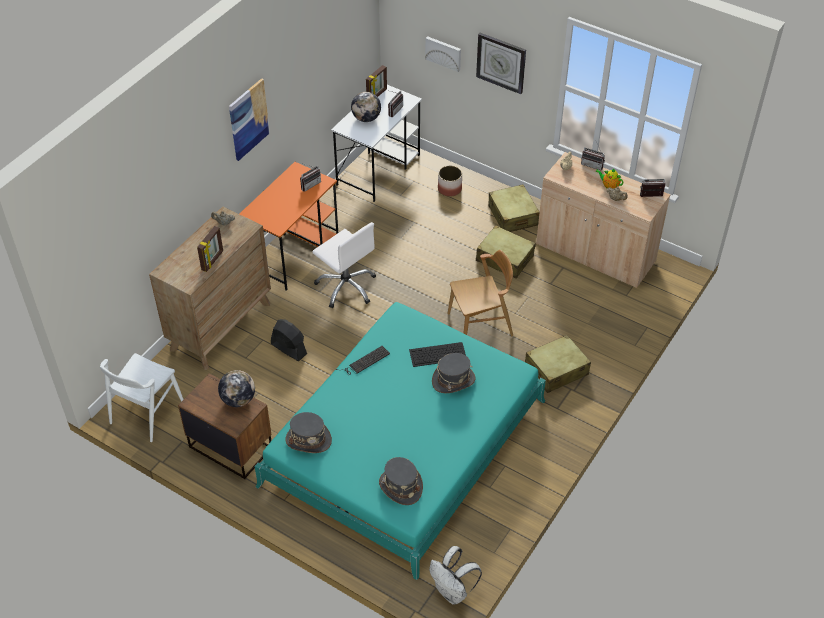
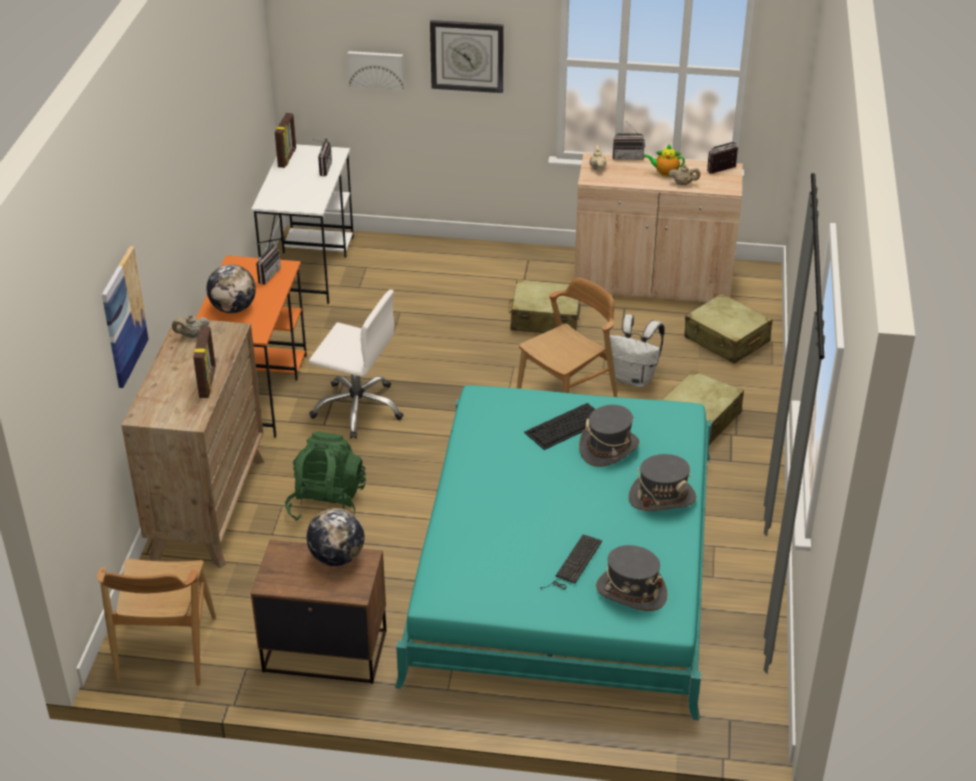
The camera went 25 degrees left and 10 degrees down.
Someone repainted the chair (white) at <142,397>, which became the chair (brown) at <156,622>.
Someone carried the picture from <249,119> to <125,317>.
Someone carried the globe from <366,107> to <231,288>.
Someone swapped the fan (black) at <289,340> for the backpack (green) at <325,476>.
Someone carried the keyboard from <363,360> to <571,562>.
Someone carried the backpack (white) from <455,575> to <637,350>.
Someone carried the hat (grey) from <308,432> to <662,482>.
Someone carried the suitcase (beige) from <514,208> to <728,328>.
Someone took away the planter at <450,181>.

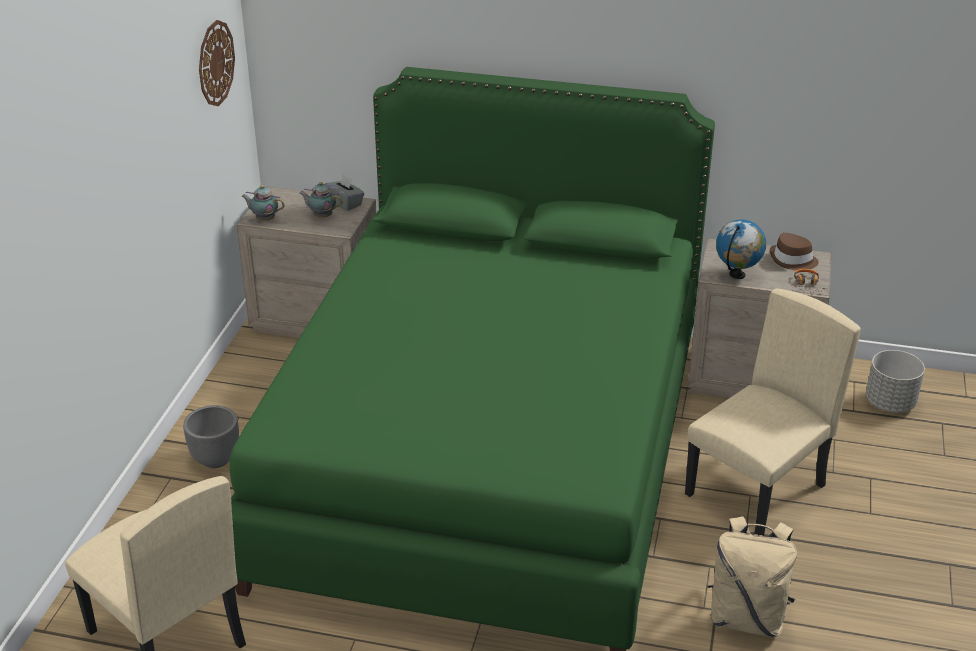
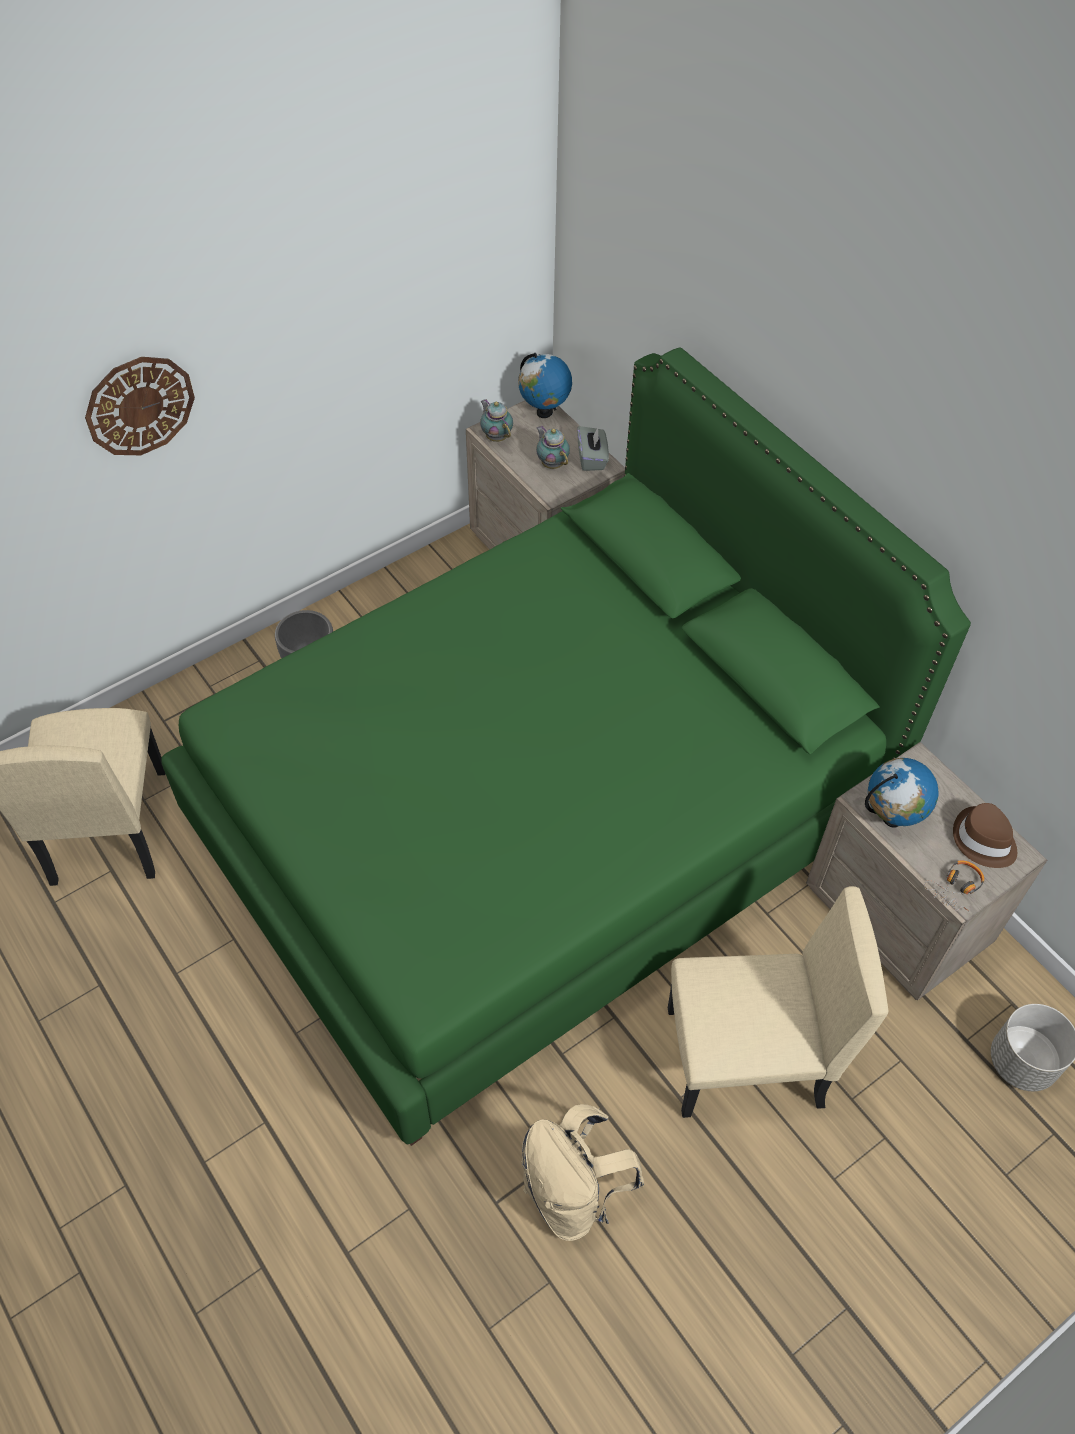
The camera went 40 degrees right and 20 degrees up.
Someone carried the wall clock from <217,63> to <140,406>.
Someone put down the globe at <545,385>.

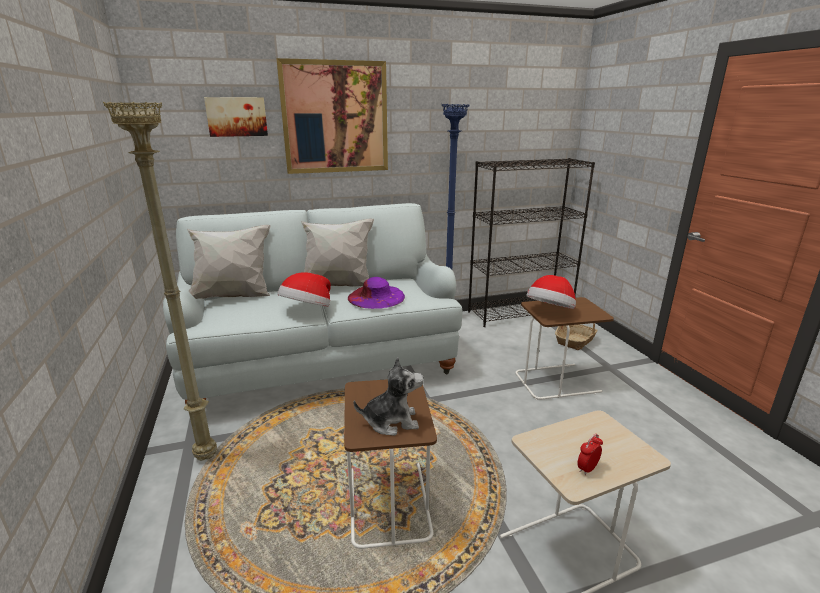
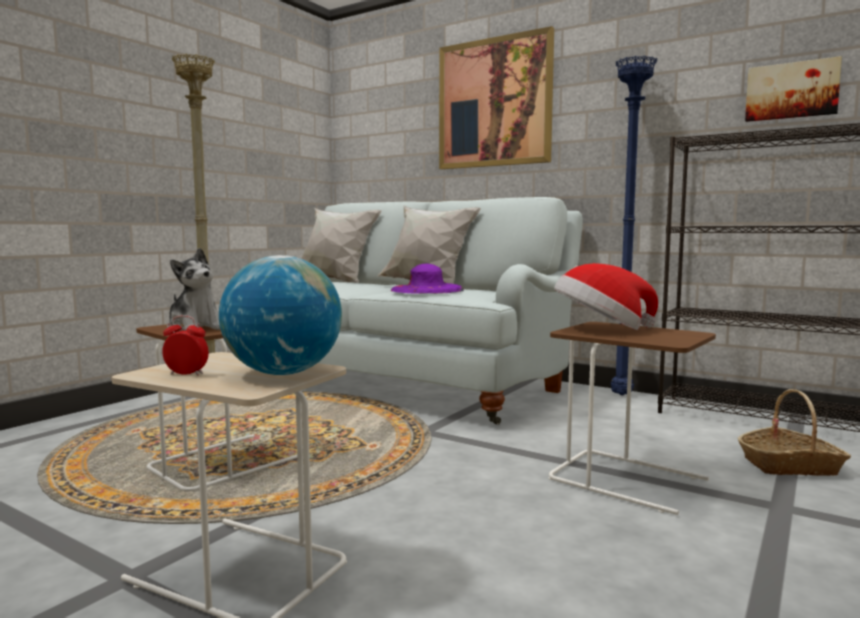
The camera went 50 degrees right and 15 degrees down.
Someone put down the globe at <280,315>.
Someone carried the picture from <236,117> to <793,89>.
Someone took away the hat at <304,289>.

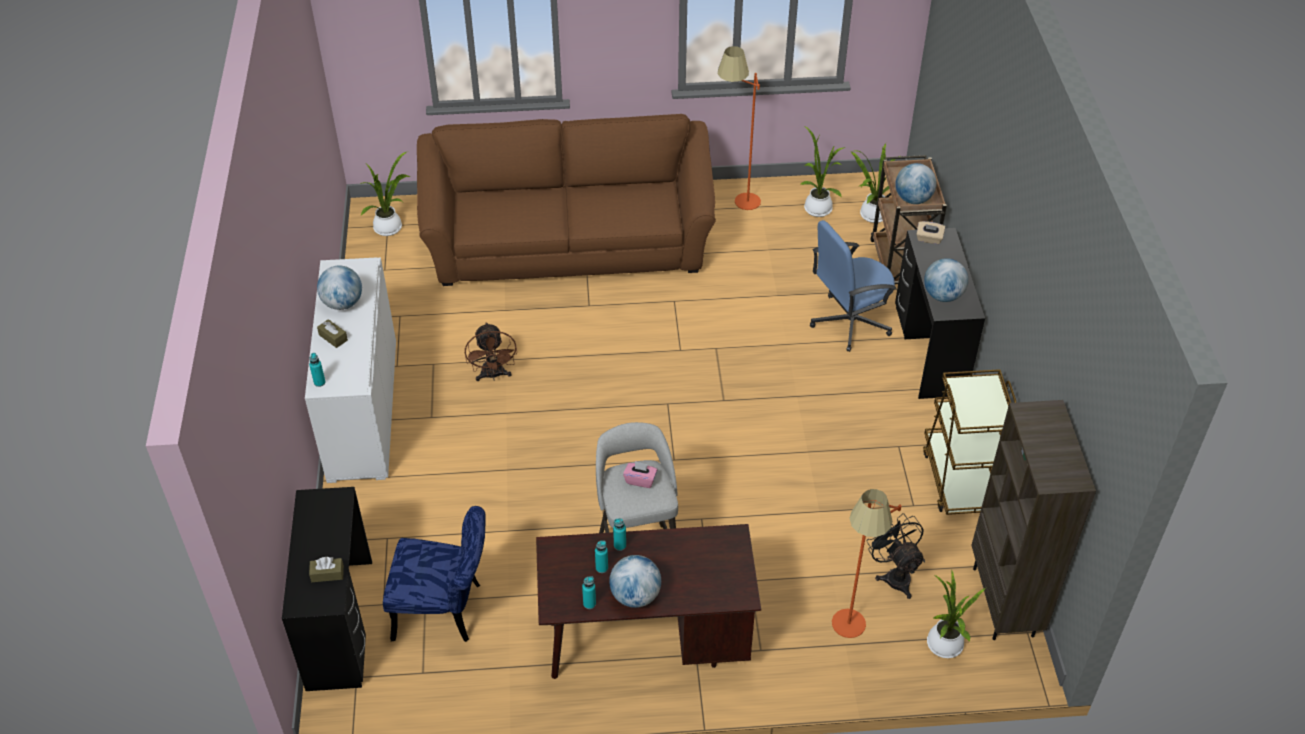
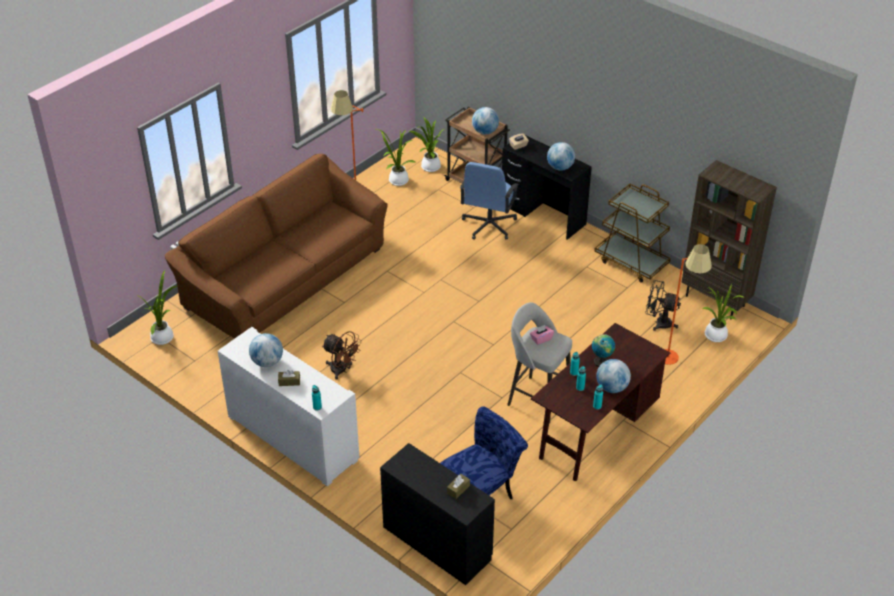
The camera went 45 degrees left and 5 degrees down.
Someone put down the globe at <603,350>.

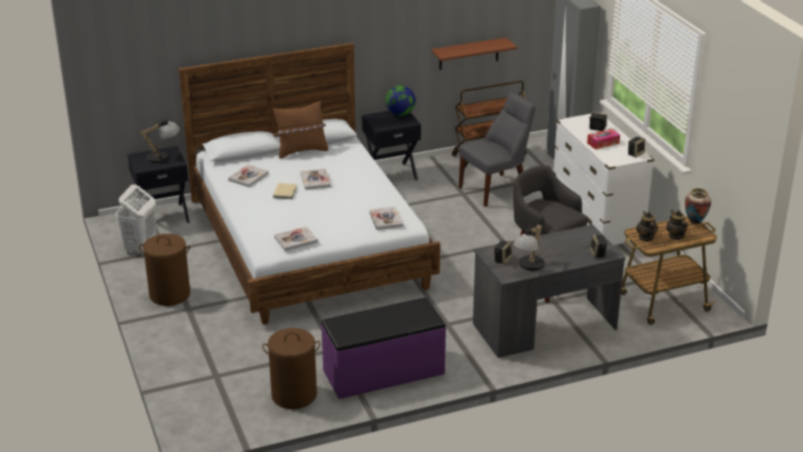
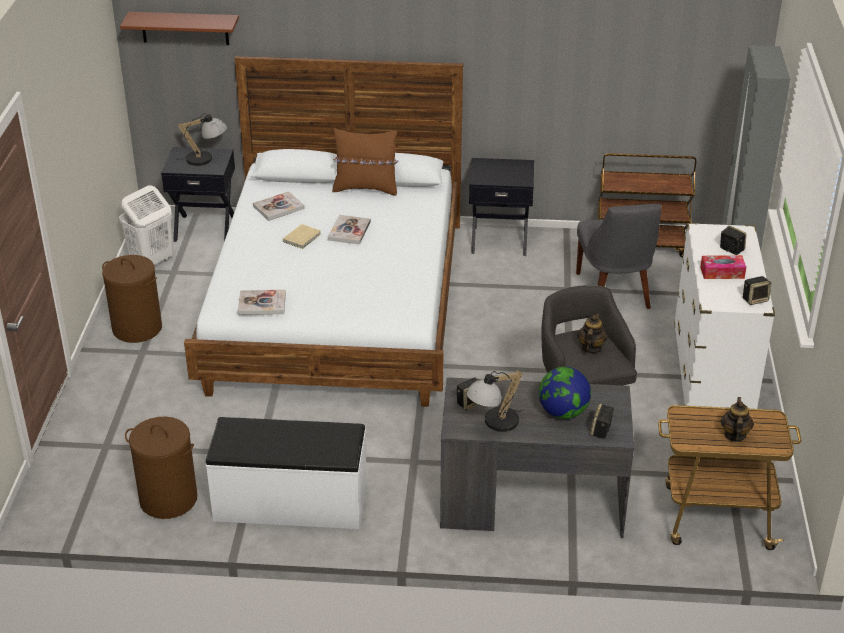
The camera went 25 degrees right and 5 degrees up.
Someone carried the shelf (brown) from <474,54> to <179,28>.
Someone repainted the bench (purple) at <383,348>, which became the bench (white) at <286,473>.
Someone carried the globe from <400,100> to <565,393>.
Someone rotated the chair (grey) at <497,150> by 90 degrees clockwise.
Someone carried the teapot from <647,226> to <593,333>.
Someone took away the book at <386,218>.
Someone took away the vase at <698,206>.

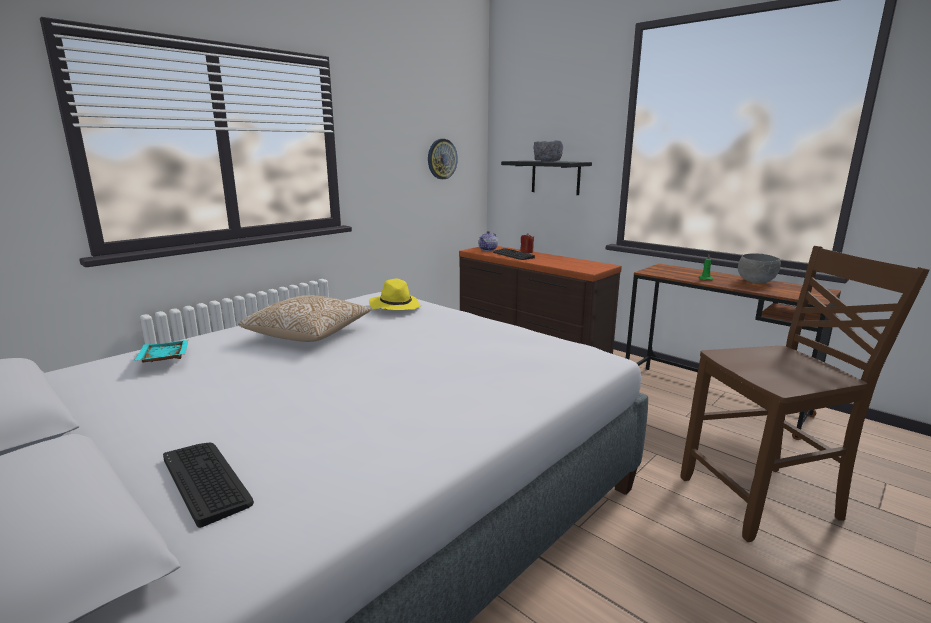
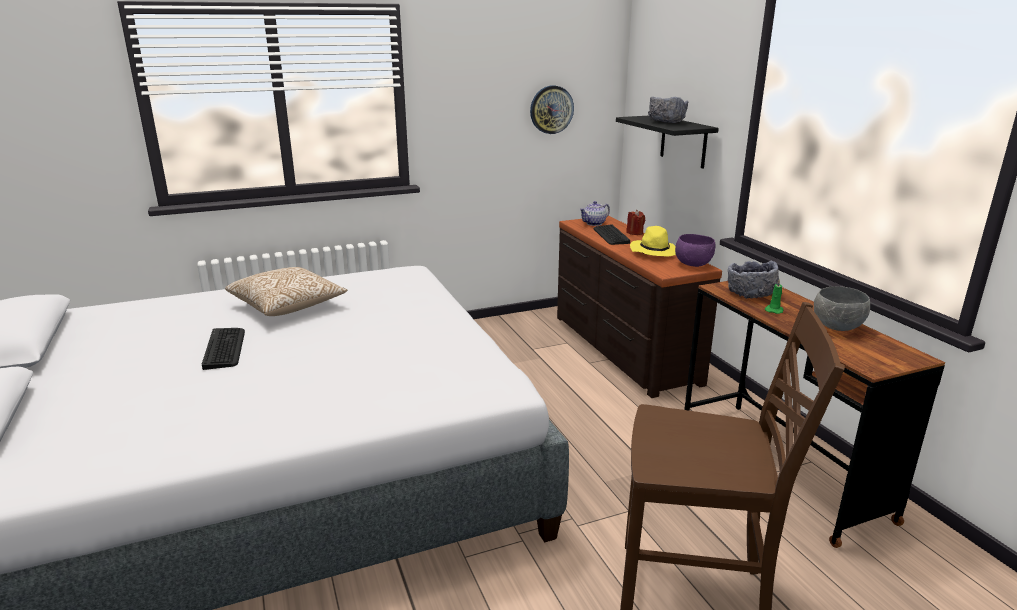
The camera went 25 degrees right and 5 degrees up.
Someone carried the keyboard from <208,485> to <223,349>.
Someone carried the hat (yellow) from <395,294> to <653,241>.
Someone put down the bowl (purple) at <695,250>.
Someone put down the bowl (grey) at <753,280>.
Someone took away the tray (turquoise) at <161,351>.

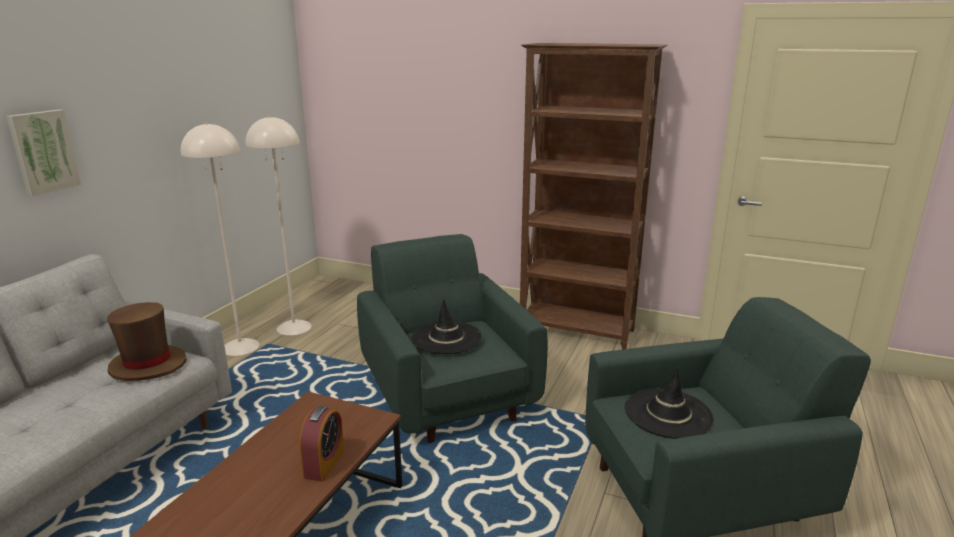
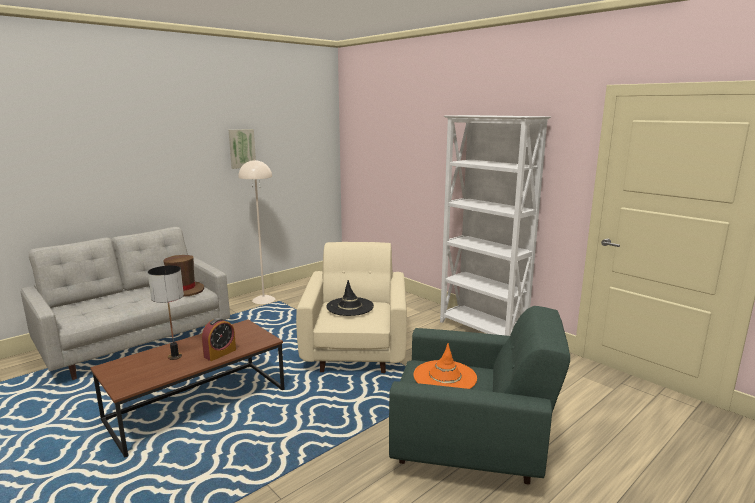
The camera went 25 degrees right and 5 degrees down.
Someone put down the table lamp at <166,312>.
Someone carried the picture from <43,152> to <242,149>.
Someone repainted the armchair (green) at <452,338>, which became the armchair (beige) at <351,307>.
Someone repainted the hat (black) at <669,404>, which became the hat (orange) at <445,366>.
Someone repainted the bookcase (brown) at <593,196>, which became the bookcase (white) at <495,225>.
Someone took away the floor lamp (beige) at <279,225>.

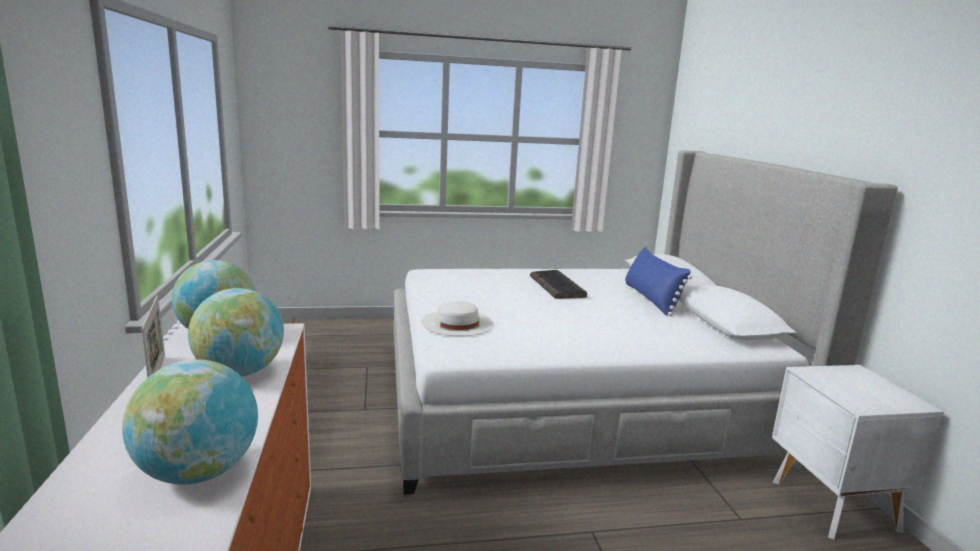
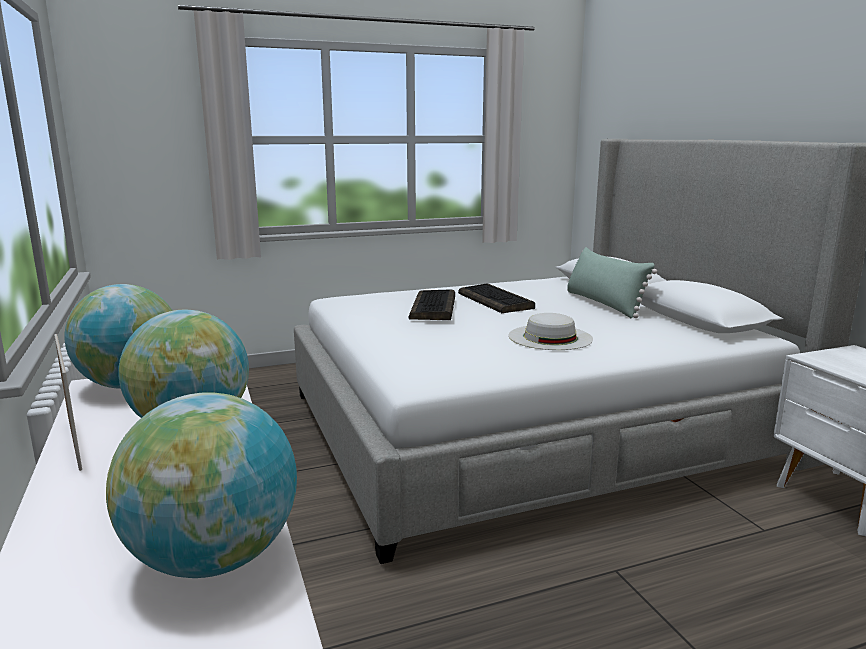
The camera went 10 degrees left and 0 degrees up.
Someone put down the keyboard at <431,304>.
Someone carried the hat (white) from <457,318> to <550,331>.
Someone repainted the pillow (blue) at <658,281>, which became the pillow (green) at <612,283>.

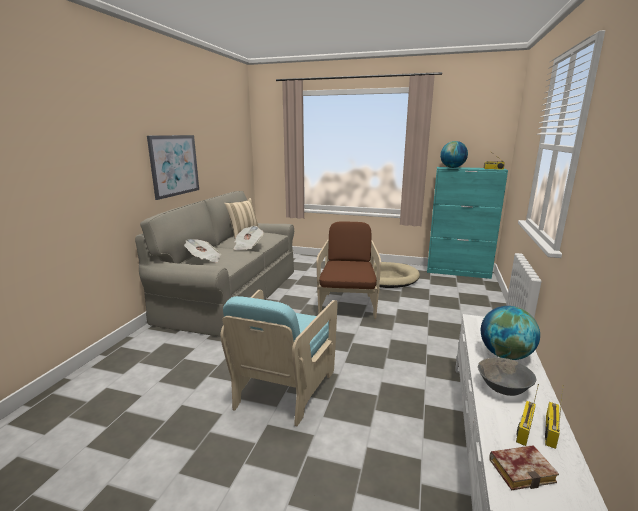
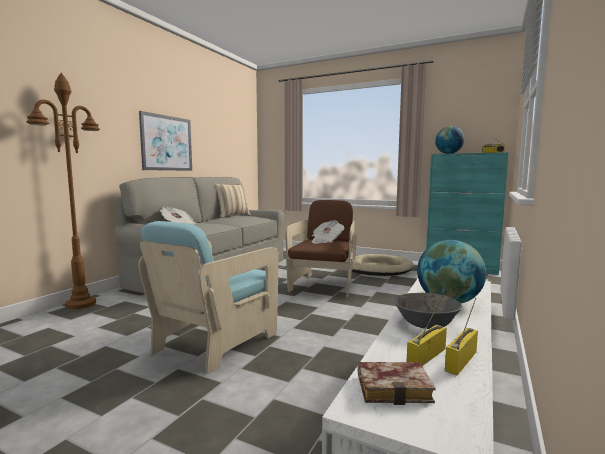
The camera went 10 degrees right and 10 degrees down.
Someone put down the floor lamp (brown) at <63,191>.
Someone carried the newspaper from <248,238> to <328,232>.

